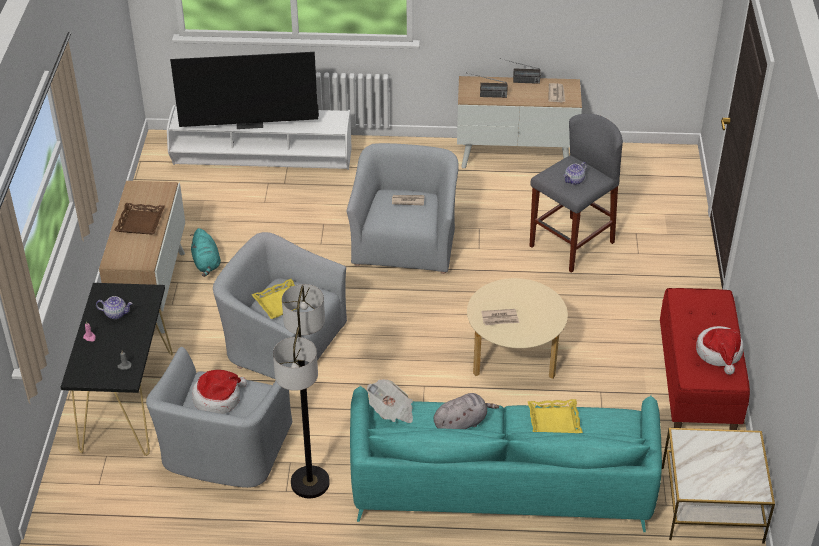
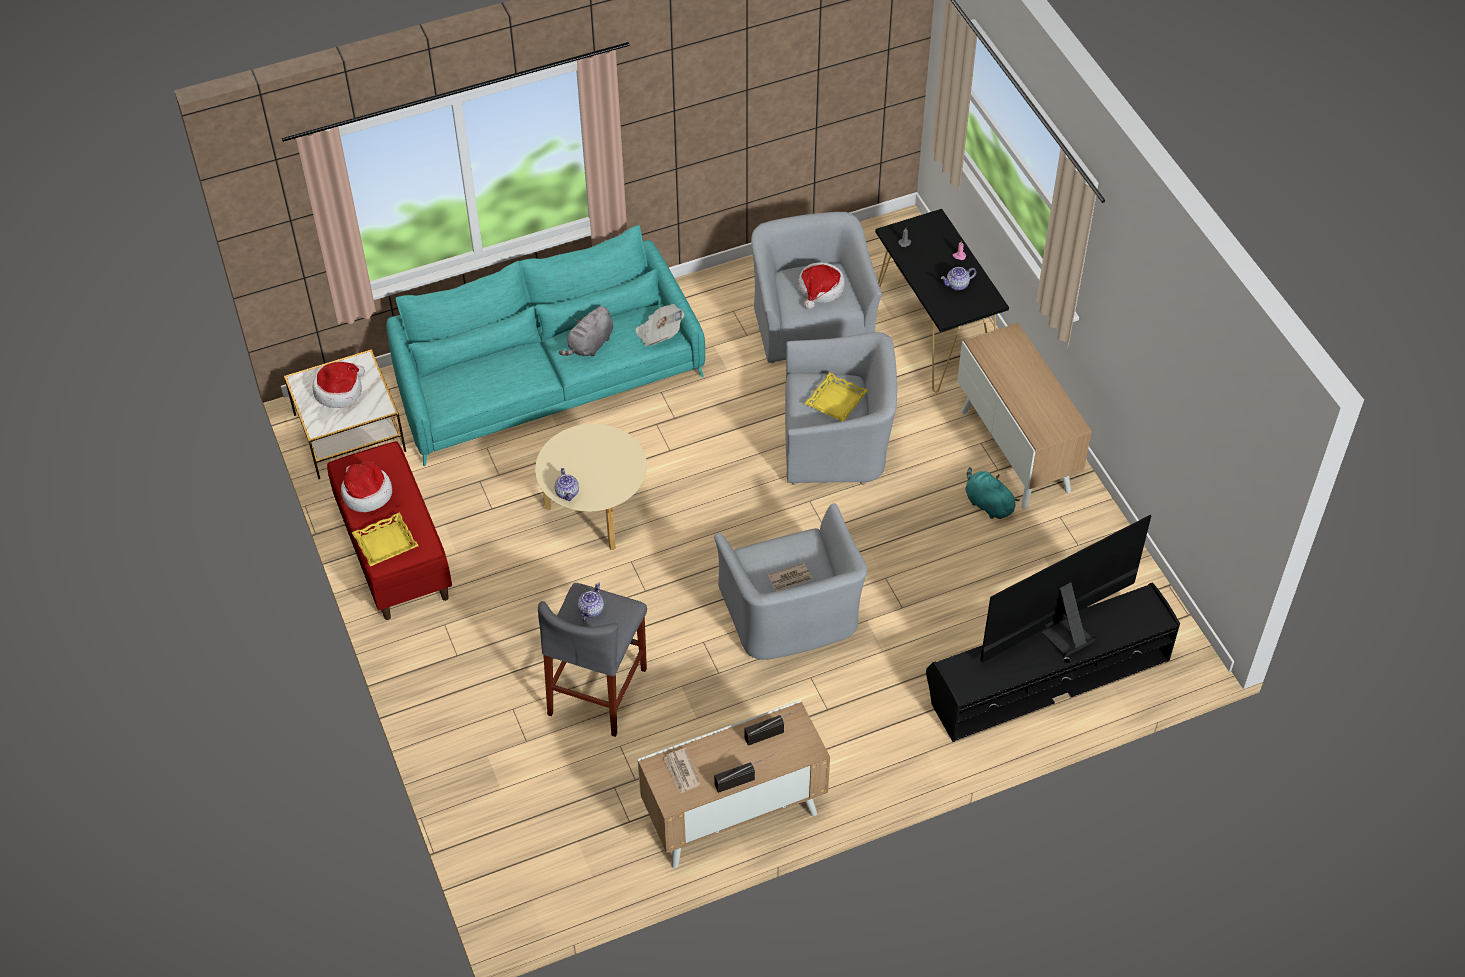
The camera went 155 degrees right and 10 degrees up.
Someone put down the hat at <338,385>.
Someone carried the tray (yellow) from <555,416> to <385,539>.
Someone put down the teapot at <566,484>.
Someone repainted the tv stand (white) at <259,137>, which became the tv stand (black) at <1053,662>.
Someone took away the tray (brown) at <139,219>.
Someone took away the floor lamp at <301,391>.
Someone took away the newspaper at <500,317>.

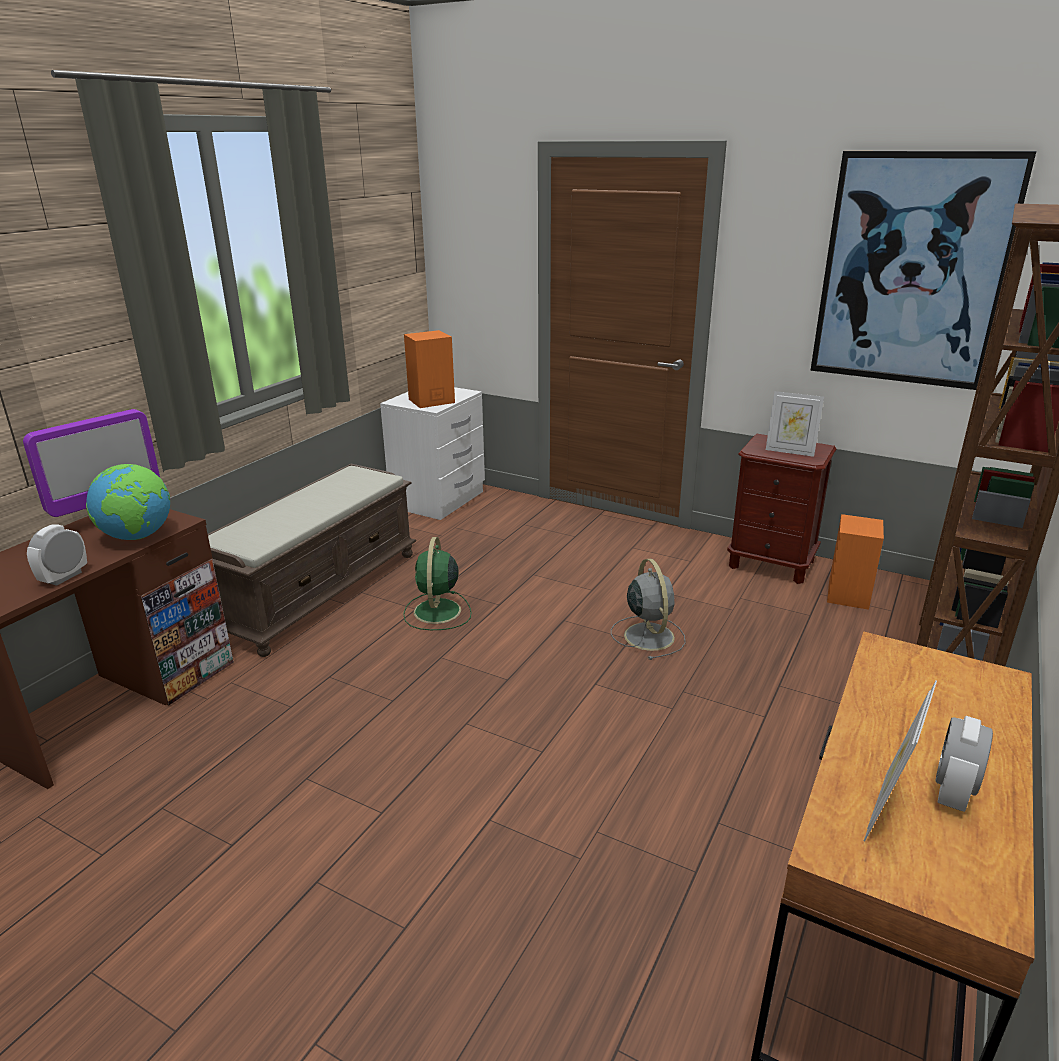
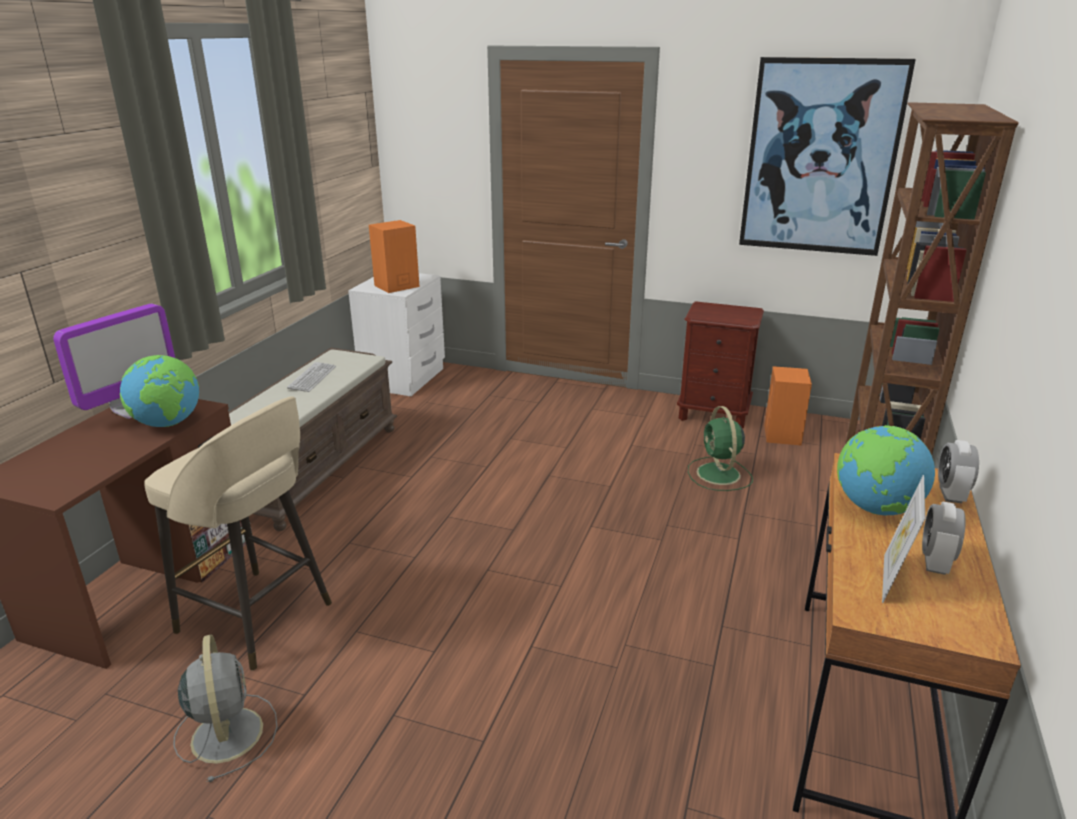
The camera went 10 degrees left and 0 degrees up.
Someone put down the stool (beige) at <238,533>.
Someone carried the fan (grey) from <648,609> to <225,708>.
Someone put down the keyboard at <311,377>.
Someone carried the fan (green) from <437,583> to <720,448>.
Someone put down the globe at <886,470>.
Someone carried the alarm clock from <57,555> to <958,471>.
Someone took away the picture frame at <795,424>.

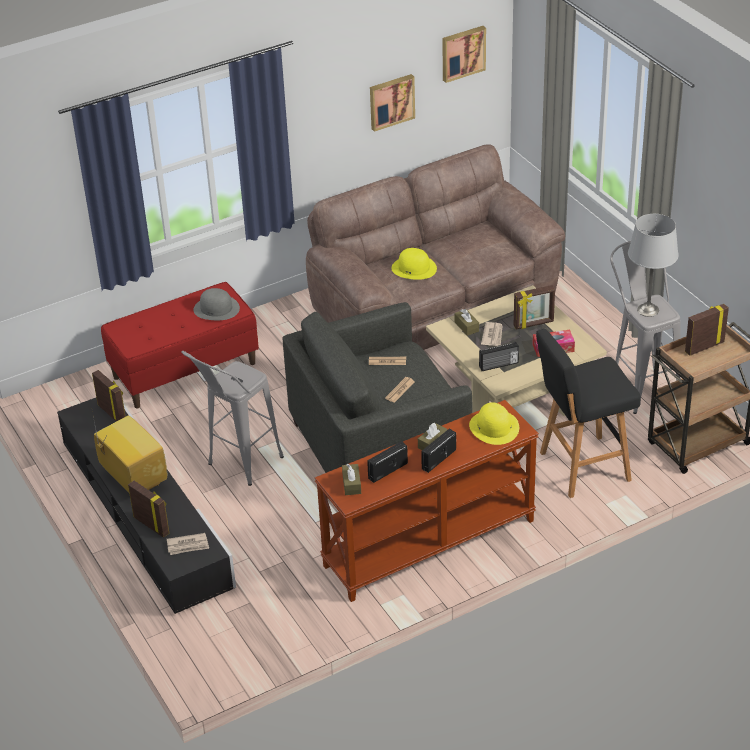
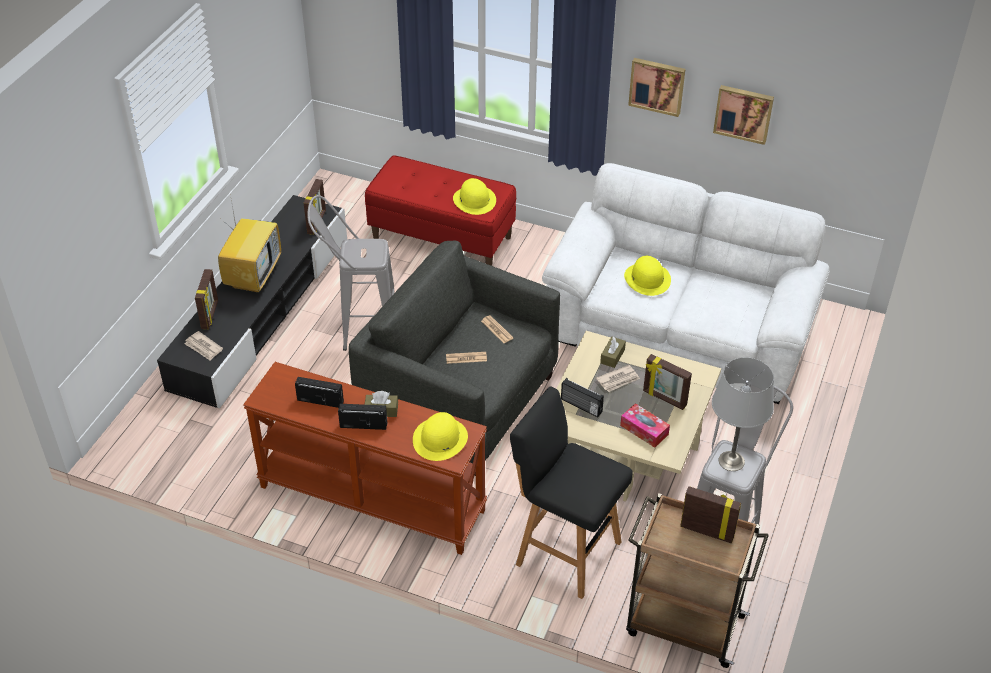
The camera went 50 degrees right and 5 degrees up.
Someone repainted the hat (grey) at <217,304>, which became the hat (yellow) at <474,196>.
Someone repainted the sofa (brown) at <435,247>, which became the sofa (white) at <686,283>.
Someone carried the picture from <464,54> to <656,87>.
Someone took away the tissue box (brown) at <351,479>.

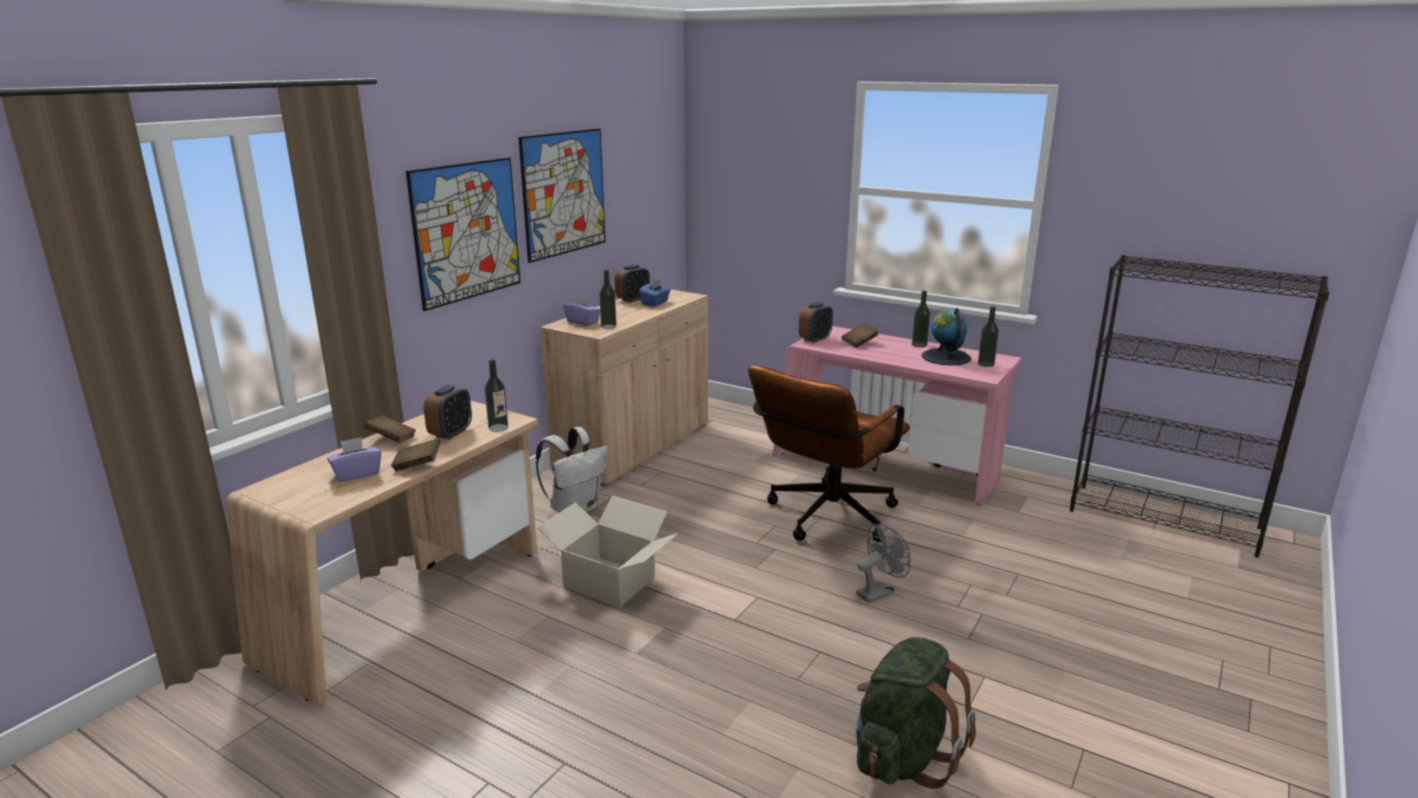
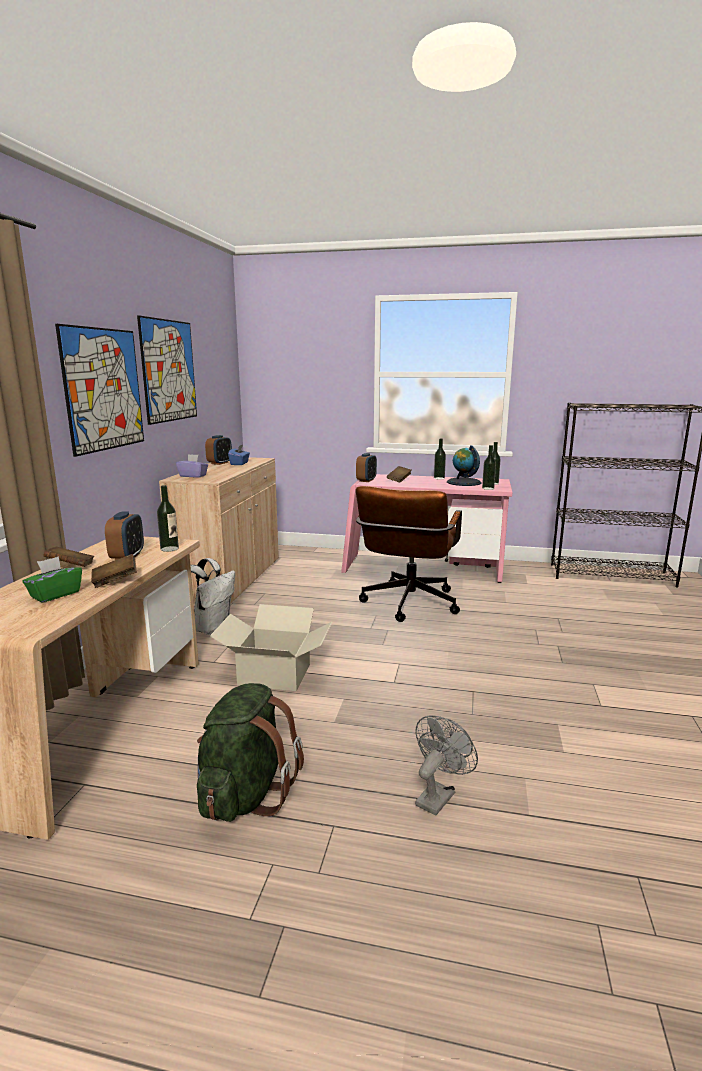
The camera went 20 degrees left and 5 degrees down.
Someone repainted the tissue box (purple) at <354,459>, which became the tissue box (green) at <52,579>.
Someone carried the backpack (green) from <916,713> to <250,752>.
Someone carried the fan (grey) from <883,563> to <446,765>.
Someone carried the bottle from <608,299> to <489,467>.

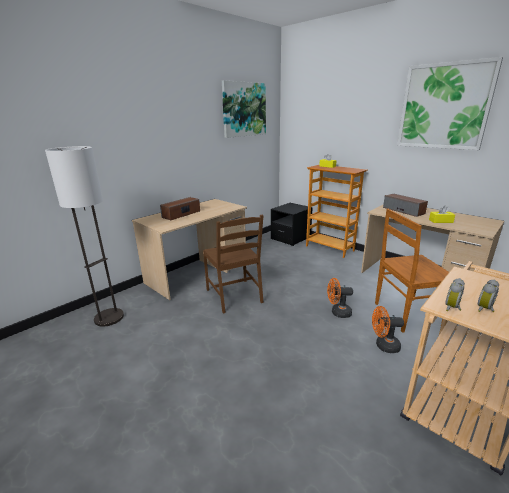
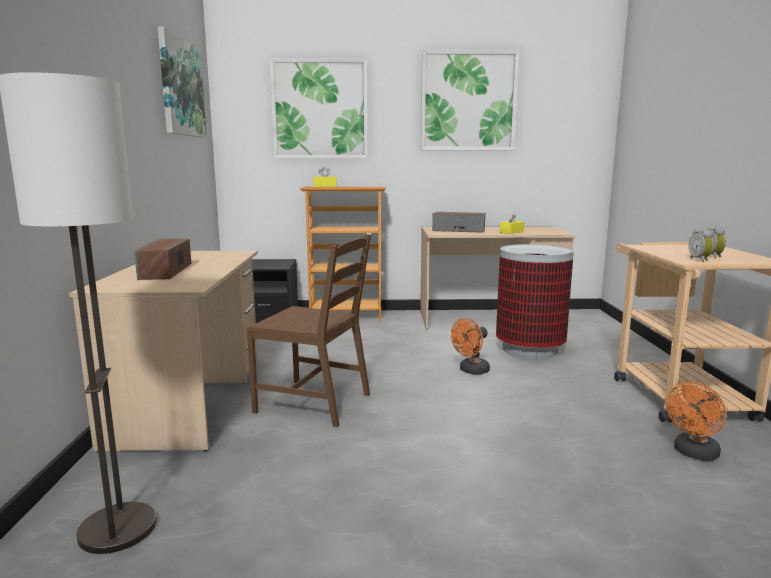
The camera went 45 degrees left and 10 degrees down.
Someone put up the picture at <319,108>.
Someone swapped the chair (brown) at <412,271> for the trash can at <535,301>.
Someone carried the fan (orange) from <388,329> to <696,421>.

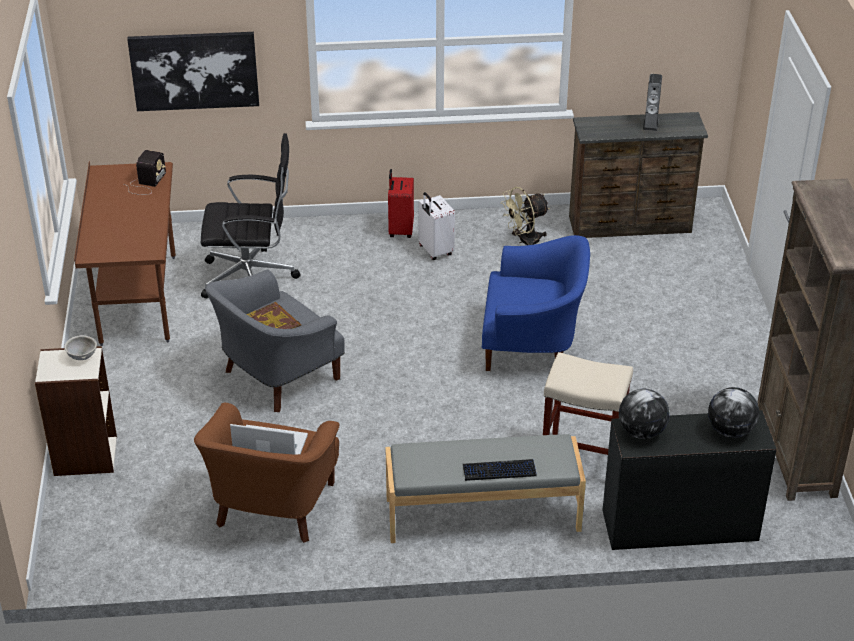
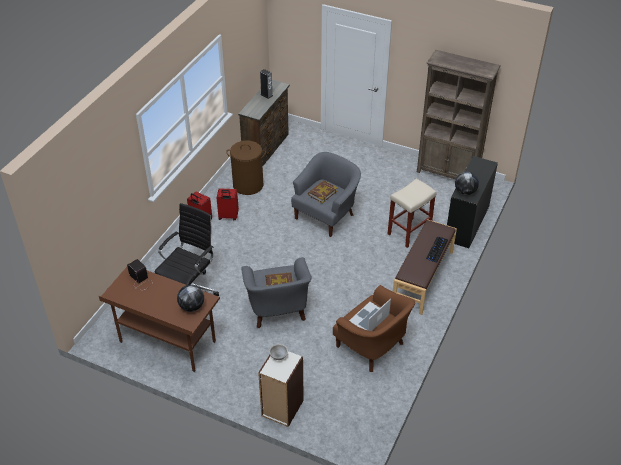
The camera went 60 degrees left and 5 degrees up.
Someone carried the globe from <733,412> to <190,298>.
Someone repainted the suitcase (white) at <436,226>, which became the suitcase (red) at <228,204>.
Someone swapped the fan (beige) at <525,216> for the laundry basket (brown) at <246,167>.
Someone repainted the armchair (blue) at <535,303>, which became the armchair (grey) at <326,194>.
Someone put down the book at <323,192>.
Someone repainted the bench (grey) at <485,488>, which became the bench (brown) at <425,267>.
Someone took away the picture at <193,71>.

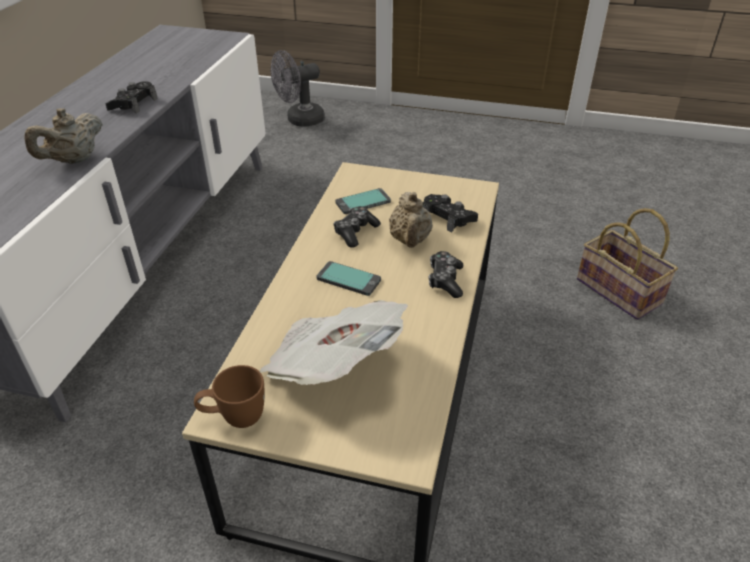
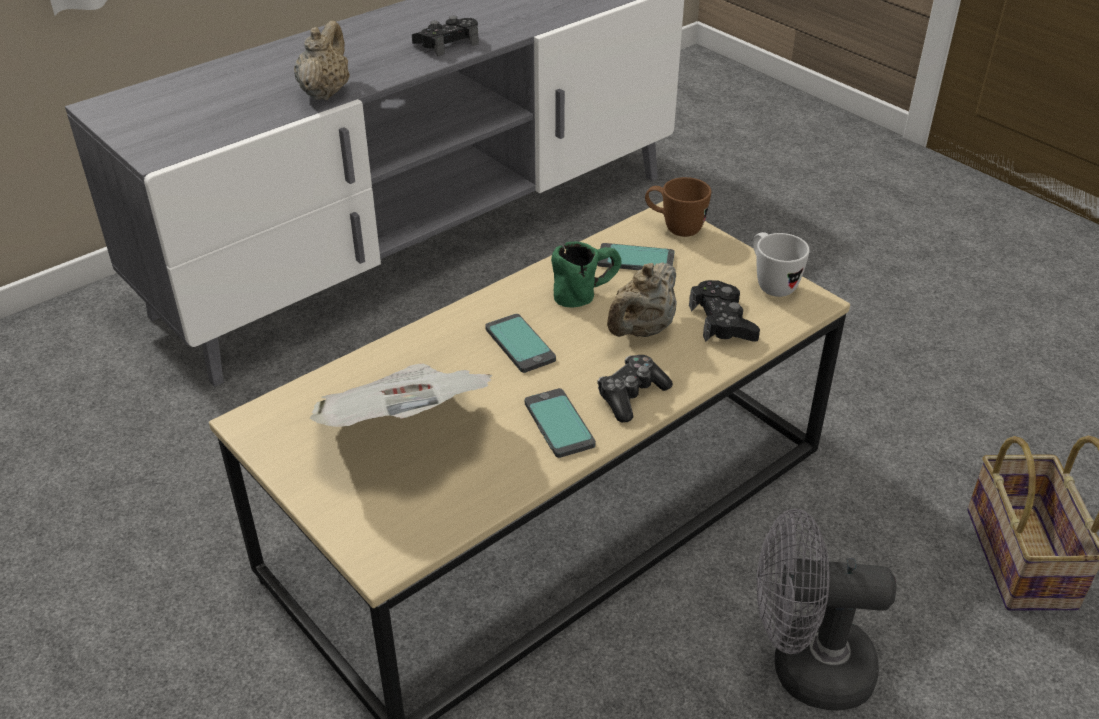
The camera went 35 degrees right and 0 degrees up.
Someone rotated the teapot (beige) at <63,136> by 120 degrees clockwise.
Someone put down the phone at <560,423>.
Someone swapped the game controller at <357,227> for the mug (green) at <586,274>.
Someone carried the mug (brown) from <229,396> to <678,207>.
Someone put down the mug (white) at <781,264>.
Someone carried the fan (grey) from <298,88> to <826,610>.

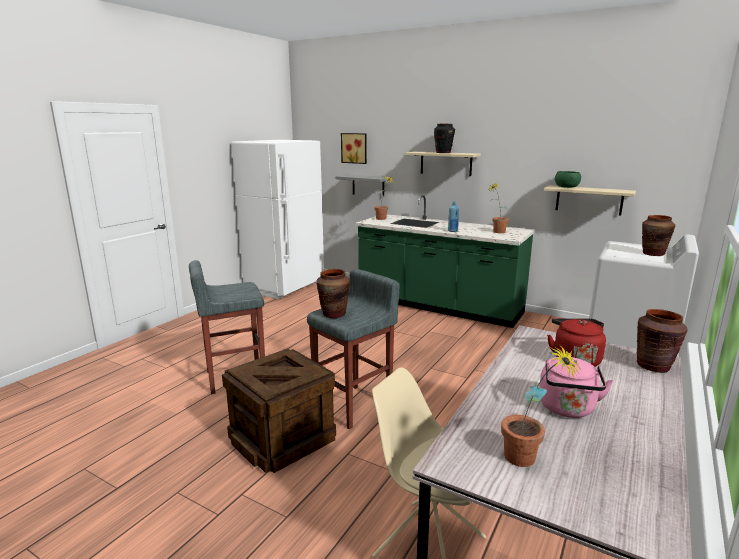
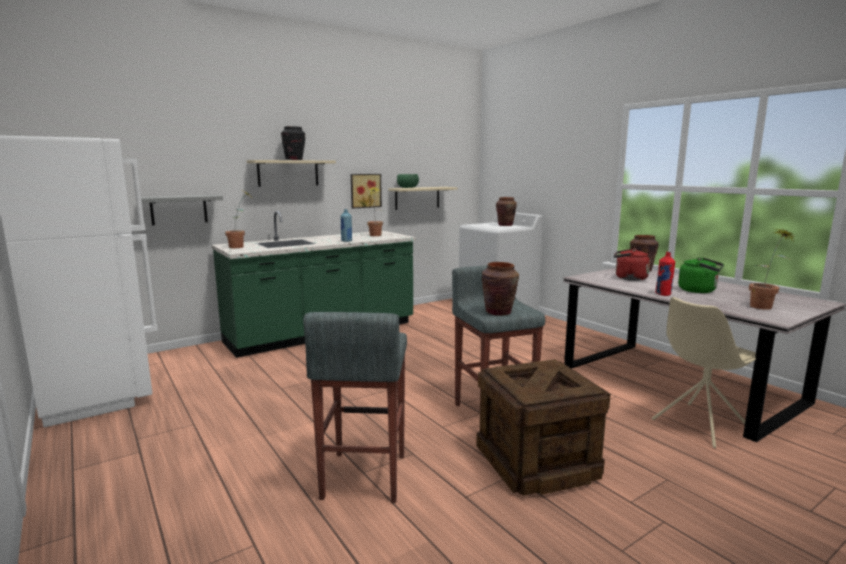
The camera went 65 degrees left and 5 degrees down.
Someone carried the picture from <354,148> to <366,191>.
Someone put down the bottle (red) at <665,274>.
Someone repainted the kettle (pink) at <576,387>, which became the kettle (green) at <701,275>.

